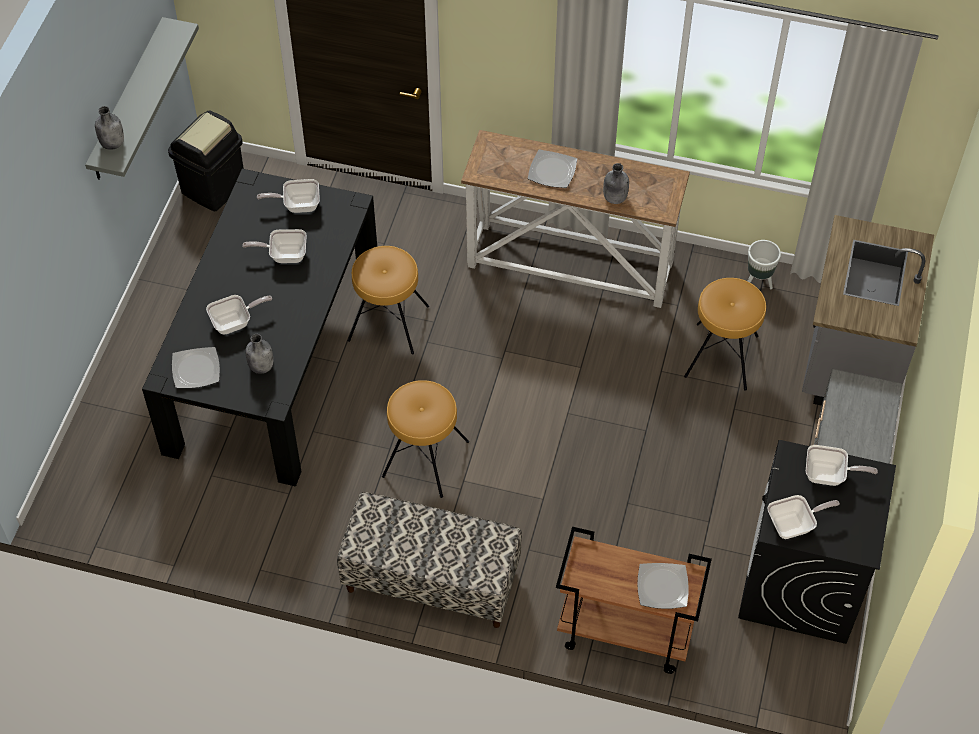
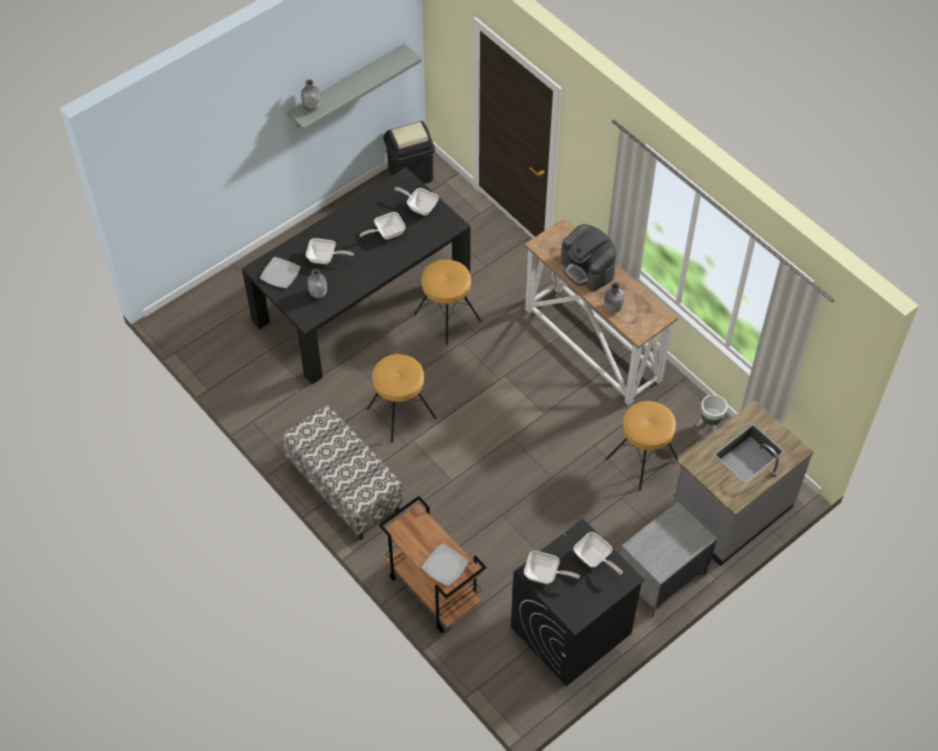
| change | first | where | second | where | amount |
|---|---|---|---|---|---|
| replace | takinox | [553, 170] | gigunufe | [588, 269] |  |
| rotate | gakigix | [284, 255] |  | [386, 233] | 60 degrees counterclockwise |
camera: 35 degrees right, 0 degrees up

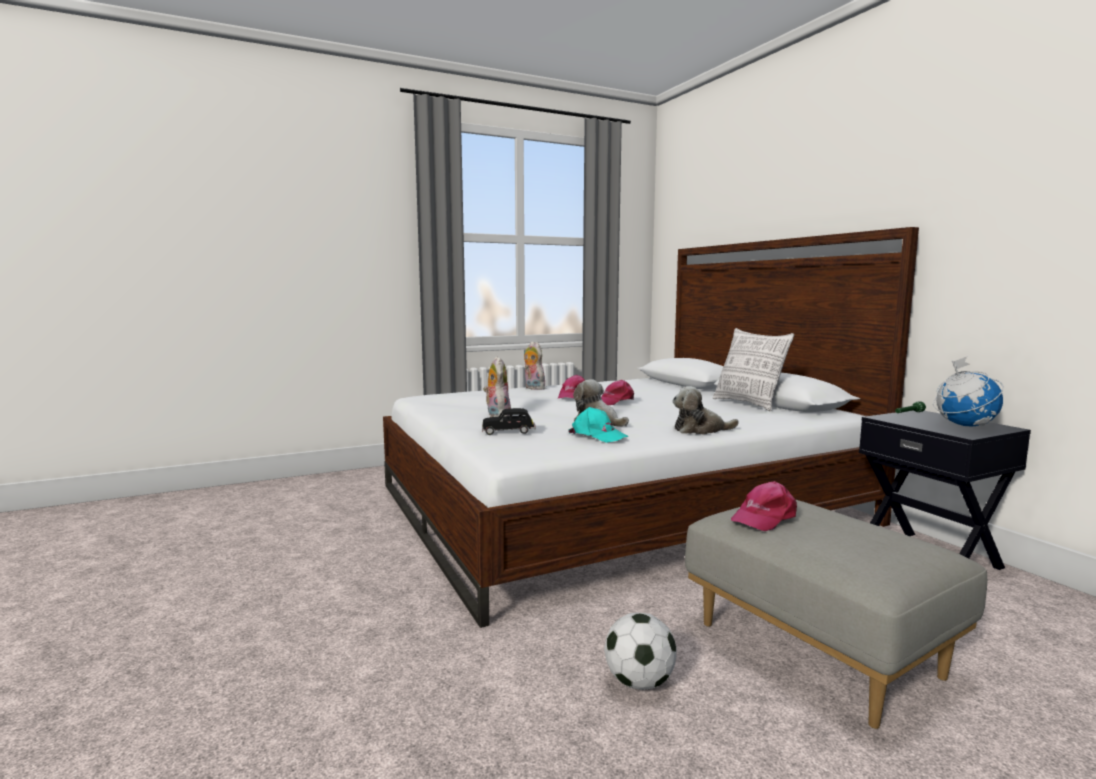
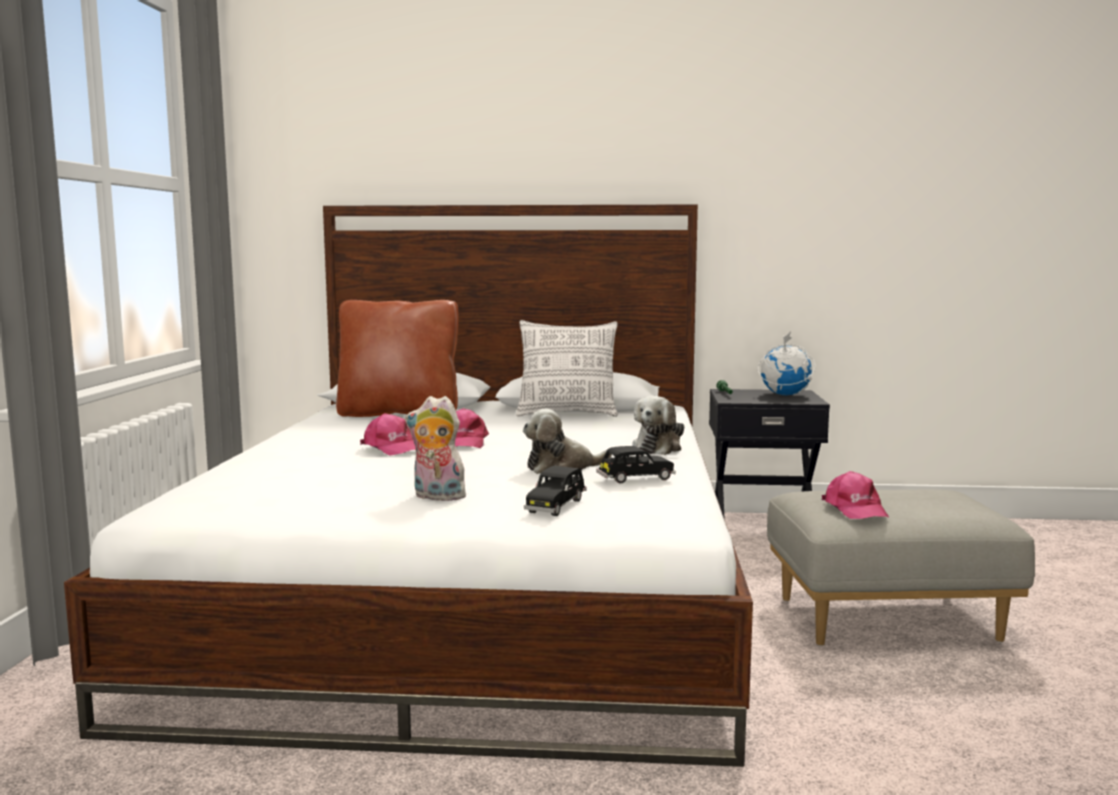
| change | first | where | second | where | amount |
|---|---|---|---|---|---|
| delete | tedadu | [533, 388] |  |  |  |
| replace | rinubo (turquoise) | [597, 436] | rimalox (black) | [635, 479] |  |
| delete | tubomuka | [639, 682] |  |  |  |
| insert |  |  | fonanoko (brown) | [399, 413] |  |
camera: 60 degrees left, 0 degrees up

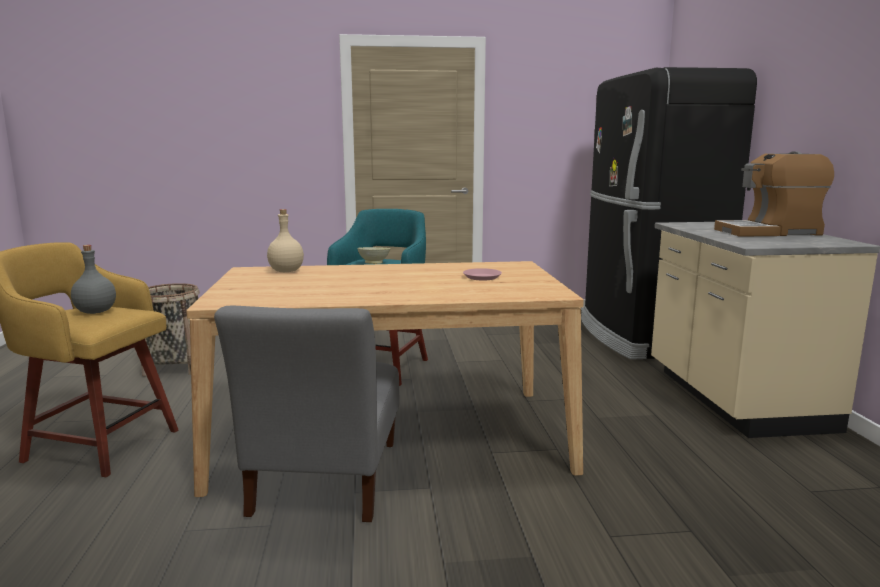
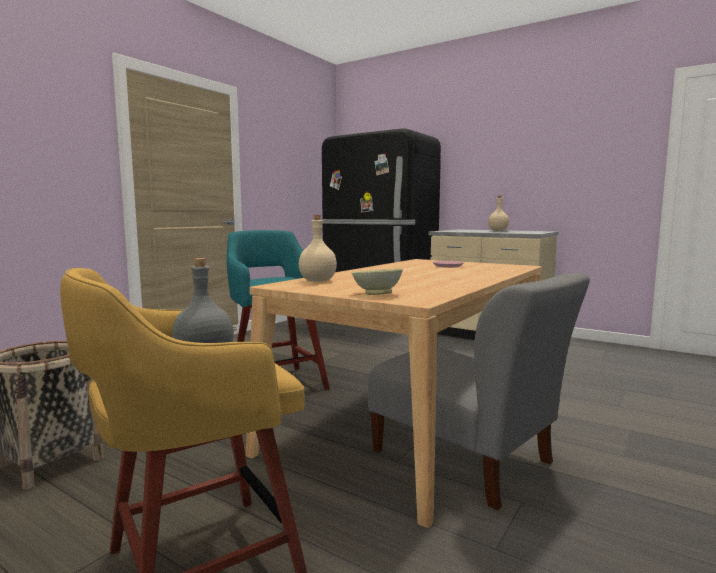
| change | first | where | second | where | amount |
|---|---|---|---|---|---|
| replace | gigunufe | [769, 232] | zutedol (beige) | [498, 230] |  |
| move | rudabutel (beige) | [374, 263] |  | [377, 294] |  |
camera: 50 degrees left, 5 degrees down

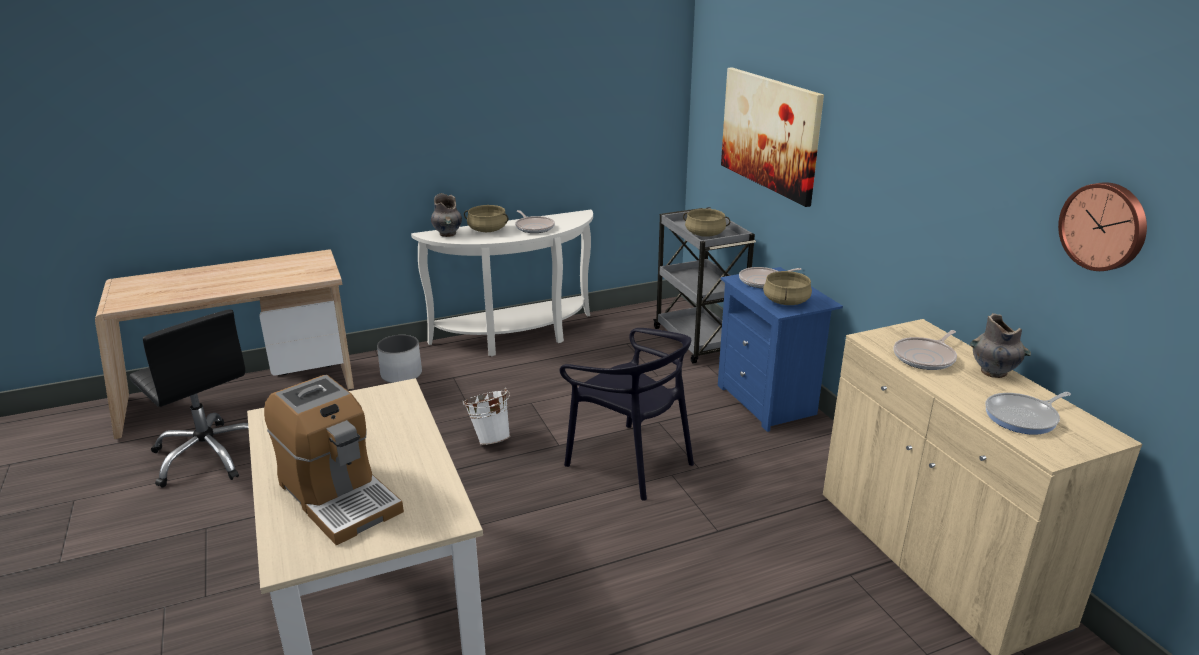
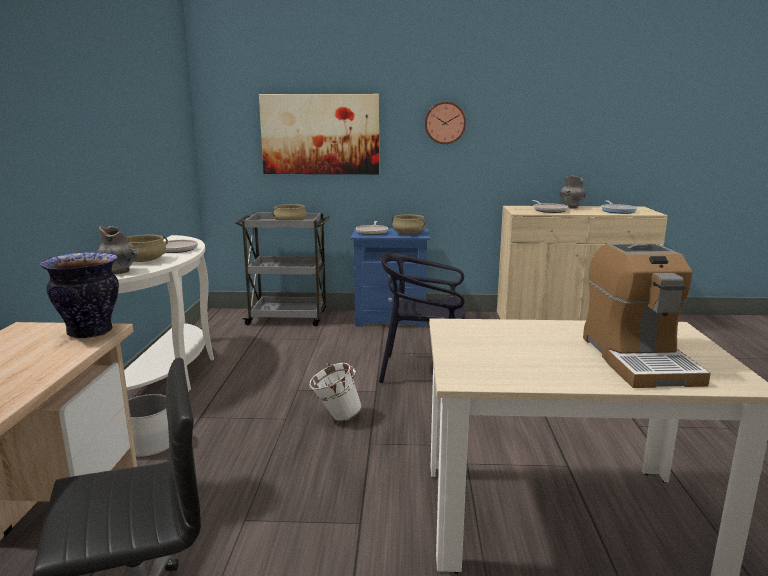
| change | first | where | second | where | amount |
|---|---|---|---|---|---|
| move | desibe | [1104, 226] |  | [445, 123] |  |
| rotate | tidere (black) | [630, 462] |  | [423, 371] | 150 degrees counterclockwise |
| rotate | gigunufe | [338, 497] |  | [637, 359] | 105 degrees clockwise |
| insert |  |  | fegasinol | [91, 332] |  |
camera: 65 degrees left, 10 degrees down

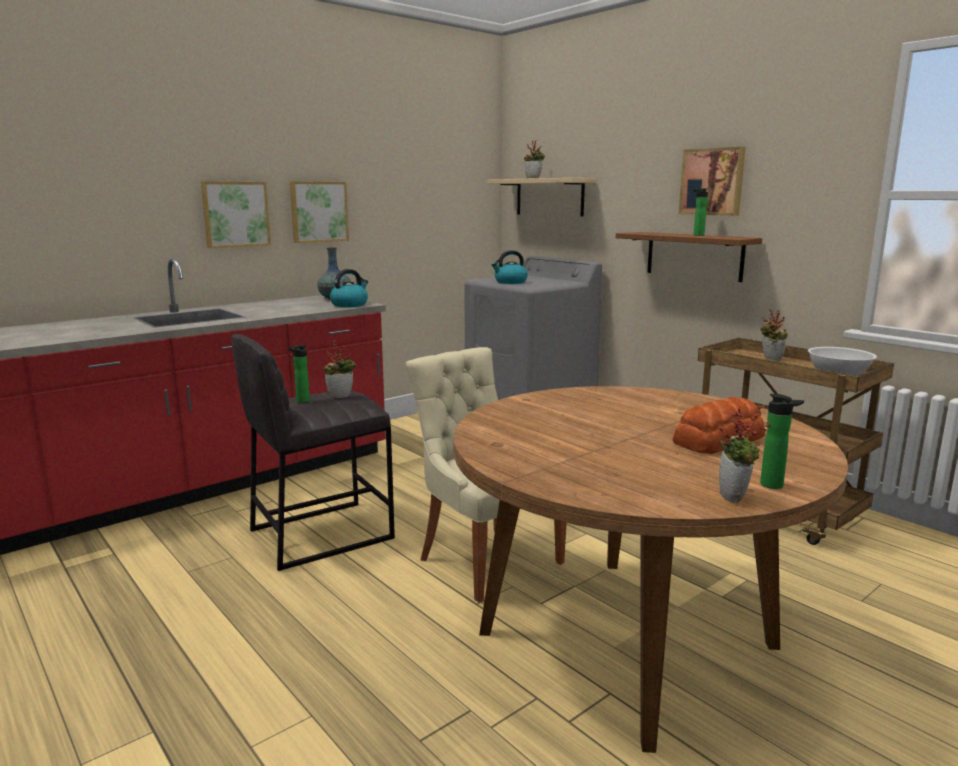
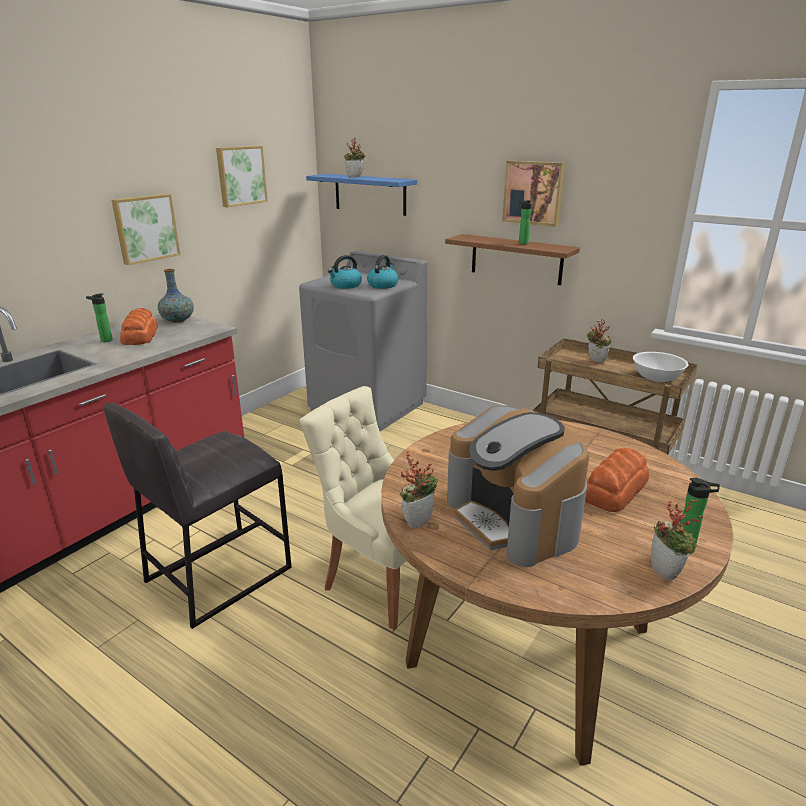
| change | first | where | second | where | amount |
|---|---|---|---|---|---|
| recolor | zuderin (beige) | [549, 197] | zuderin (blue) | [370, 194] |  |
| move | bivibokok | [235, 214] |  | [240, 175] |  |
| move | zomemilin | [349, 304] |  | [383, 285] |  |
| move | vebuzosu | [341, 396] |  | [417, 520] |  |
| move | zutedol | [300, 401] |  | [104, 341] |  |
| insert |  |  | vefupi | [139, 336] |  |
| insert |  |  | gigunufe | [514, 518] |  |
camera: 15 degrees left, 10 degrees up

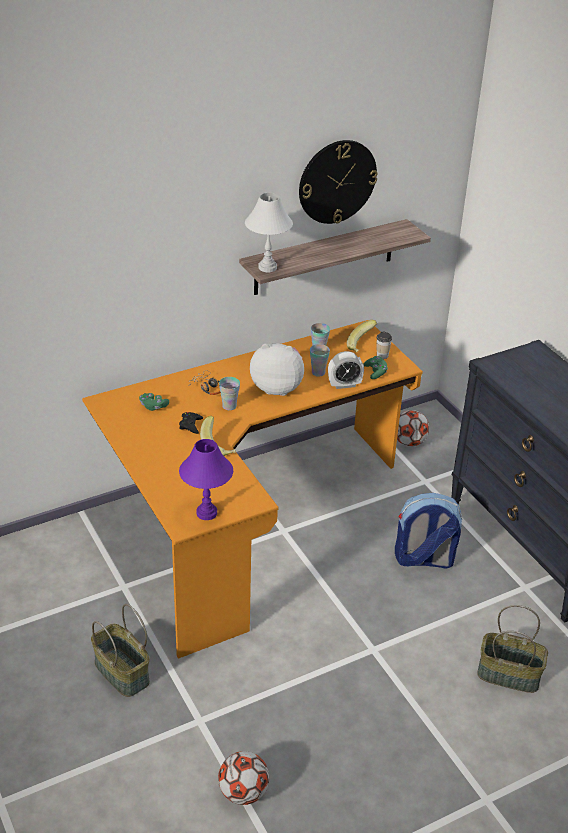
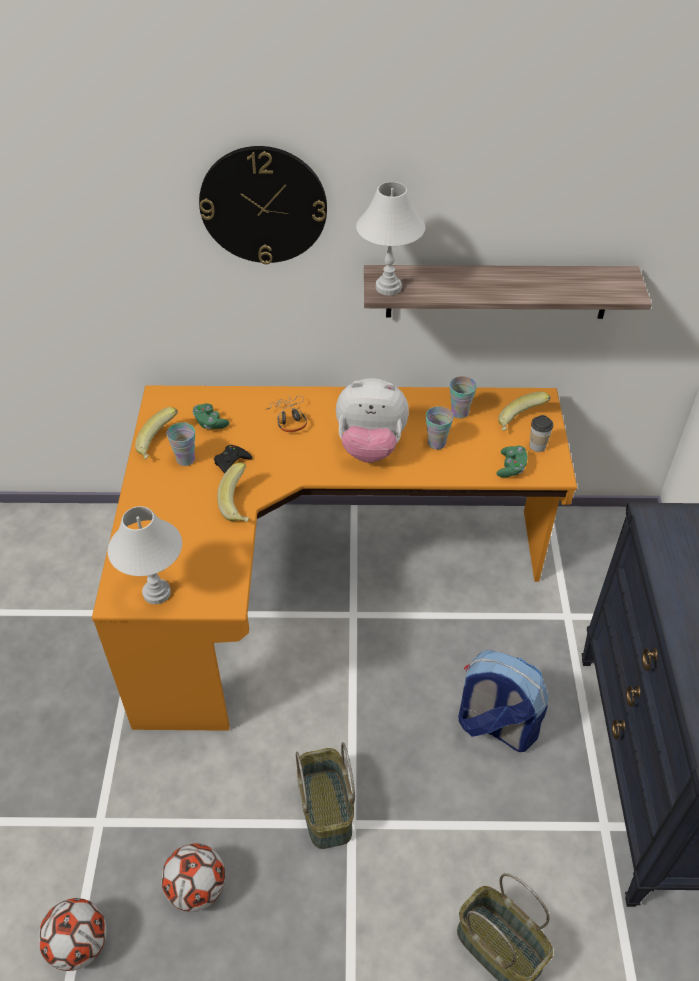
| change | first | where | second | where | amount |
|---|---|---|---|---|---|
| move | desibe | [337, 181] |  | [263, 205] |  |
| rotate | tedadu | [277, 387] |  | [370, 447] | 150 degrees clockwise |
| delete | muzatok | [344, 385] |  |  |  |
| move | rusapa | [229, 406] |  | [185, 459] |  |
| move | tubomuka | [409, 442] |  | [197, 888] |  |
| recolor | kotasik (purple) | [206, 513] | kotasik (white) | [156, 592] |  |
| move | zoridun | [121, 672] |  | [324, 808] |  |
| insert |  |  | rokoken | [159, 444] |  |
camera: 30 degrees right, 10 degrees up

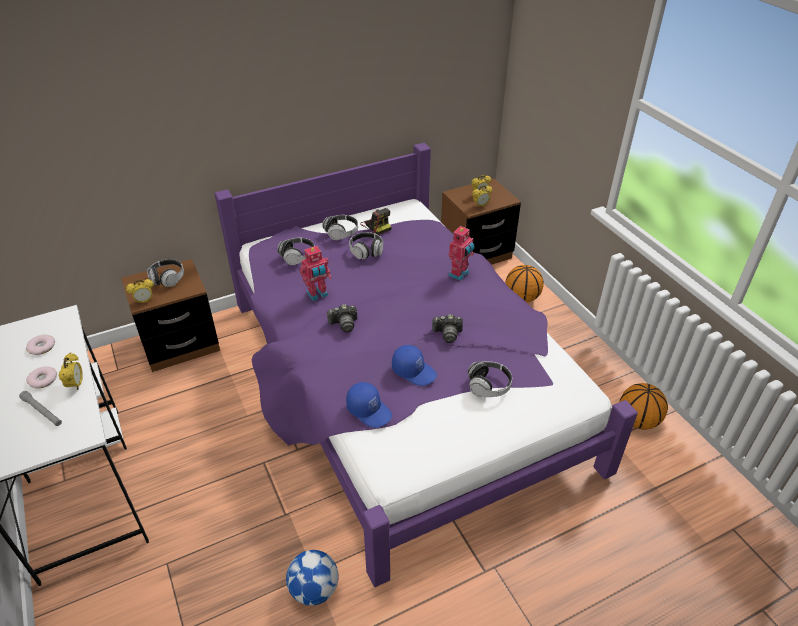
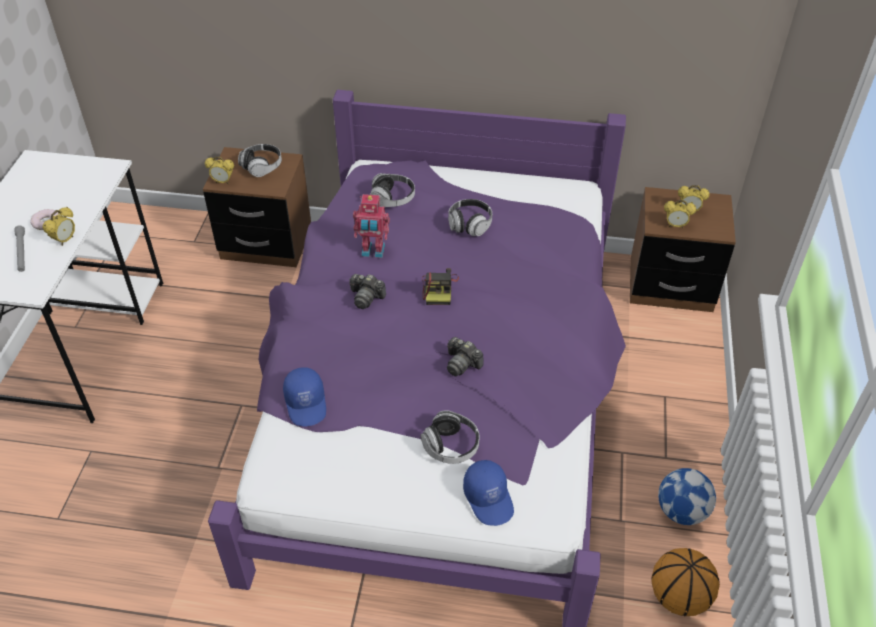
| change | first | where | second | where | amount |
|---|---|---|---|---|---|
| move | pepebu | [376, 225] |  | [439, 289] |  |
| delete | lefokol | [341, 233] |  |  |  |
| delete | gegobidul | [459, 274] |  |  |  |
| delete | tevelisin | [522, 297] |  |  |  |
| delete | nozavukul | [41, 347] |  |  |  |
| move | rinubo (blue) | [414, 371] |  | [489, 498] |  |
| move | tubomuka | [314, 589] |  | [681, 511] |  |
camera: 35 degrees right, 5 degrees up

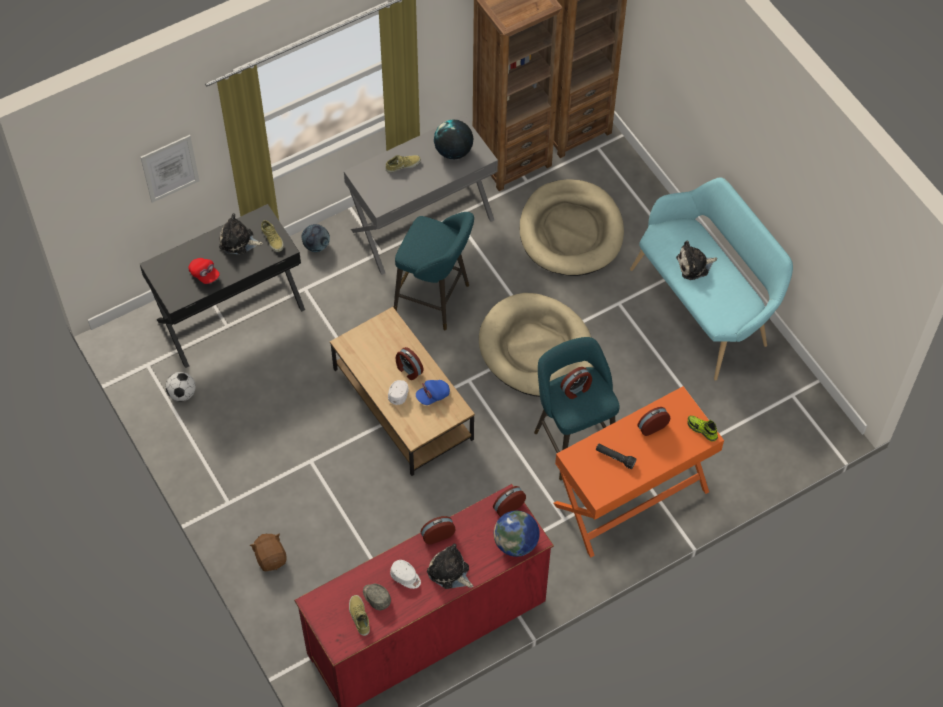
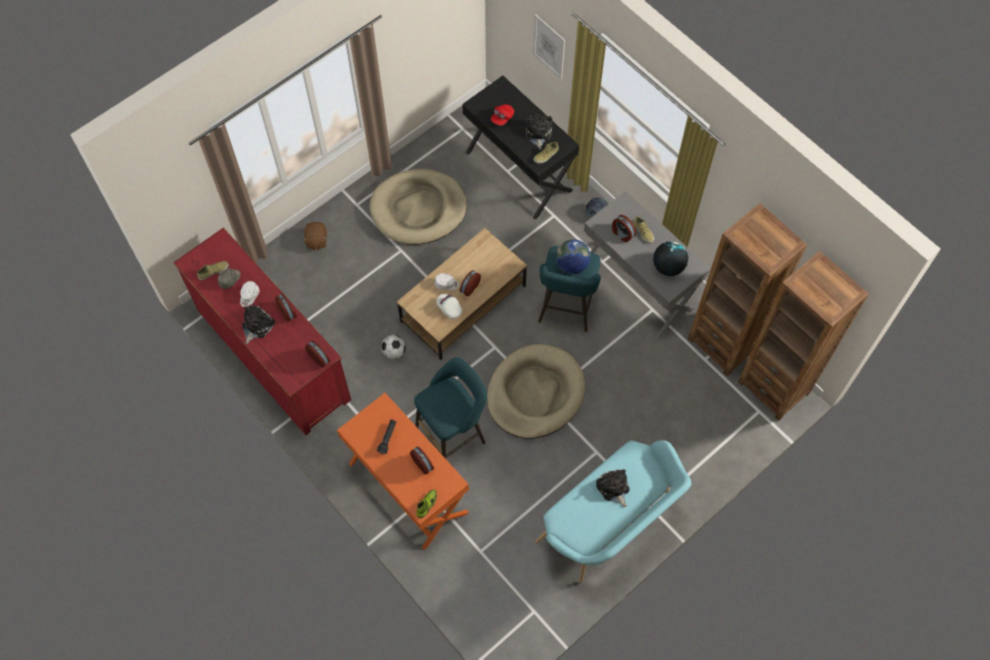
| change | first | where | second | where | amount |
|---|---|---|---|---|---|
| move | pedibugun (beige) | [571, 231] |  | [418, 209] |  |
| move | muzatok | [576, 389] |  | [622, 234] |  |
| move | tubomuka | [182, 394] |  | [394, 352] |  |
| recolor | rinubo (blue) | [432, 395] | rinubo (white) | [449, 308] |  |
| move | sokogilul | [516, 543] |  | [572, 265] |  |
| rotate | tedadu (brown) | [270, 557] |  | [316, 241] | 120 degrees clockwise |
camera: 80 degrees right, 5 degrees up

